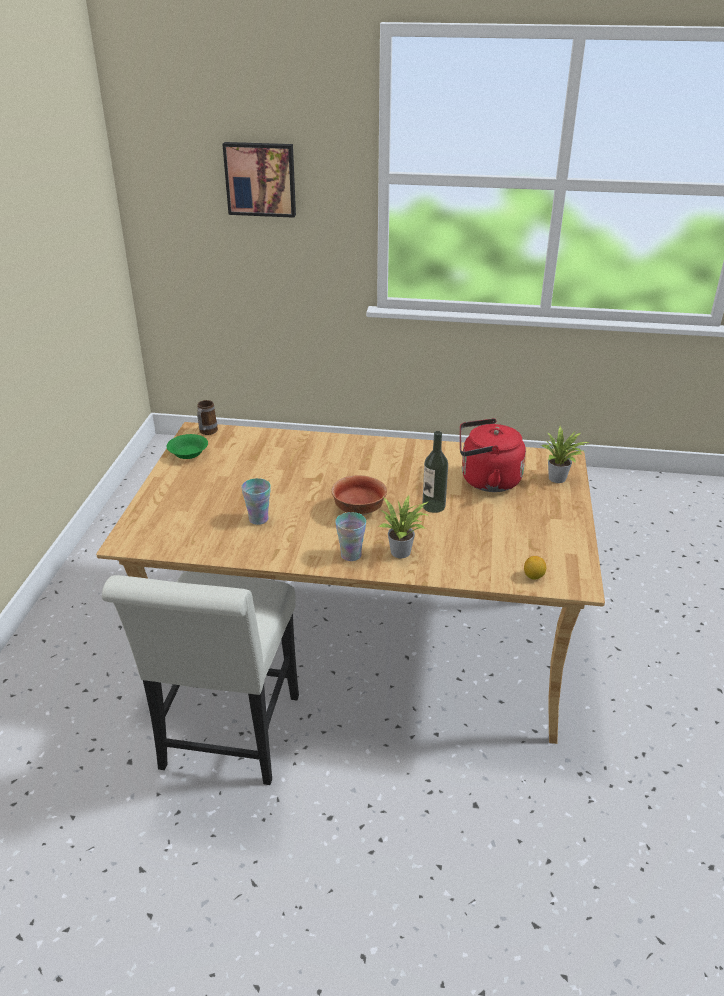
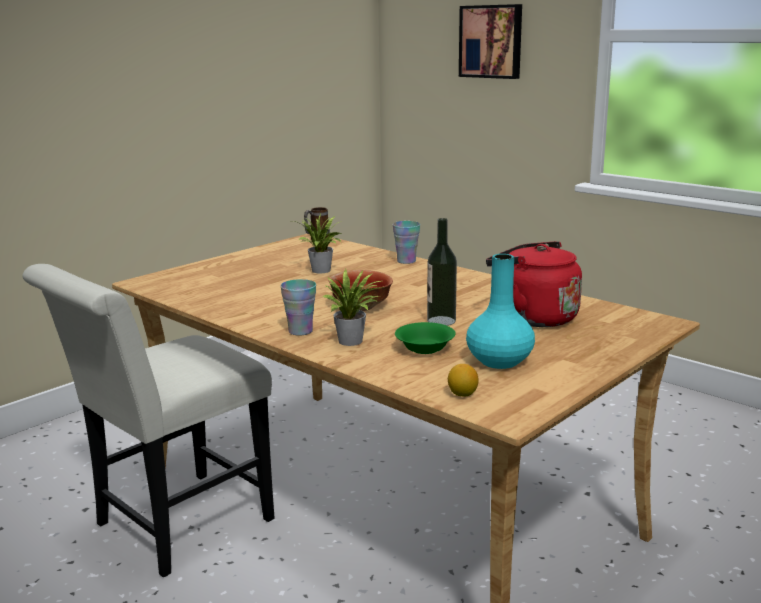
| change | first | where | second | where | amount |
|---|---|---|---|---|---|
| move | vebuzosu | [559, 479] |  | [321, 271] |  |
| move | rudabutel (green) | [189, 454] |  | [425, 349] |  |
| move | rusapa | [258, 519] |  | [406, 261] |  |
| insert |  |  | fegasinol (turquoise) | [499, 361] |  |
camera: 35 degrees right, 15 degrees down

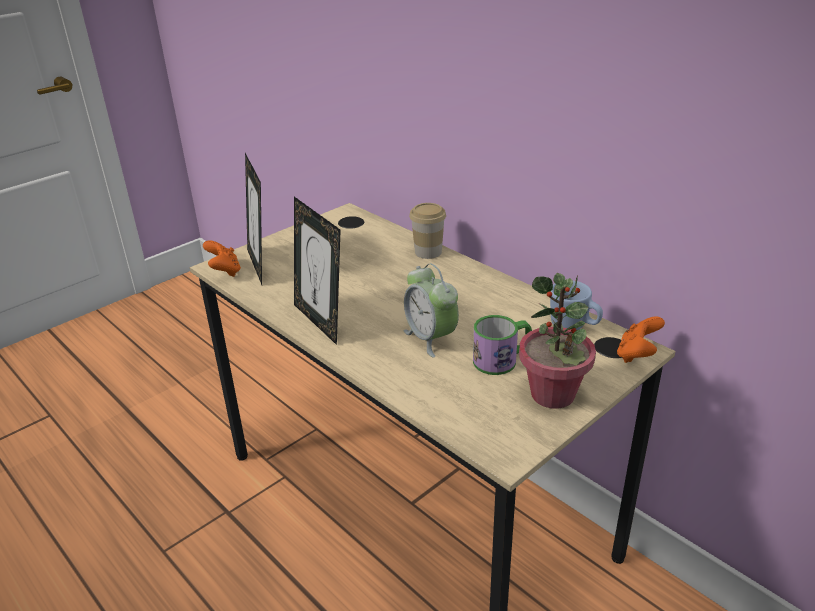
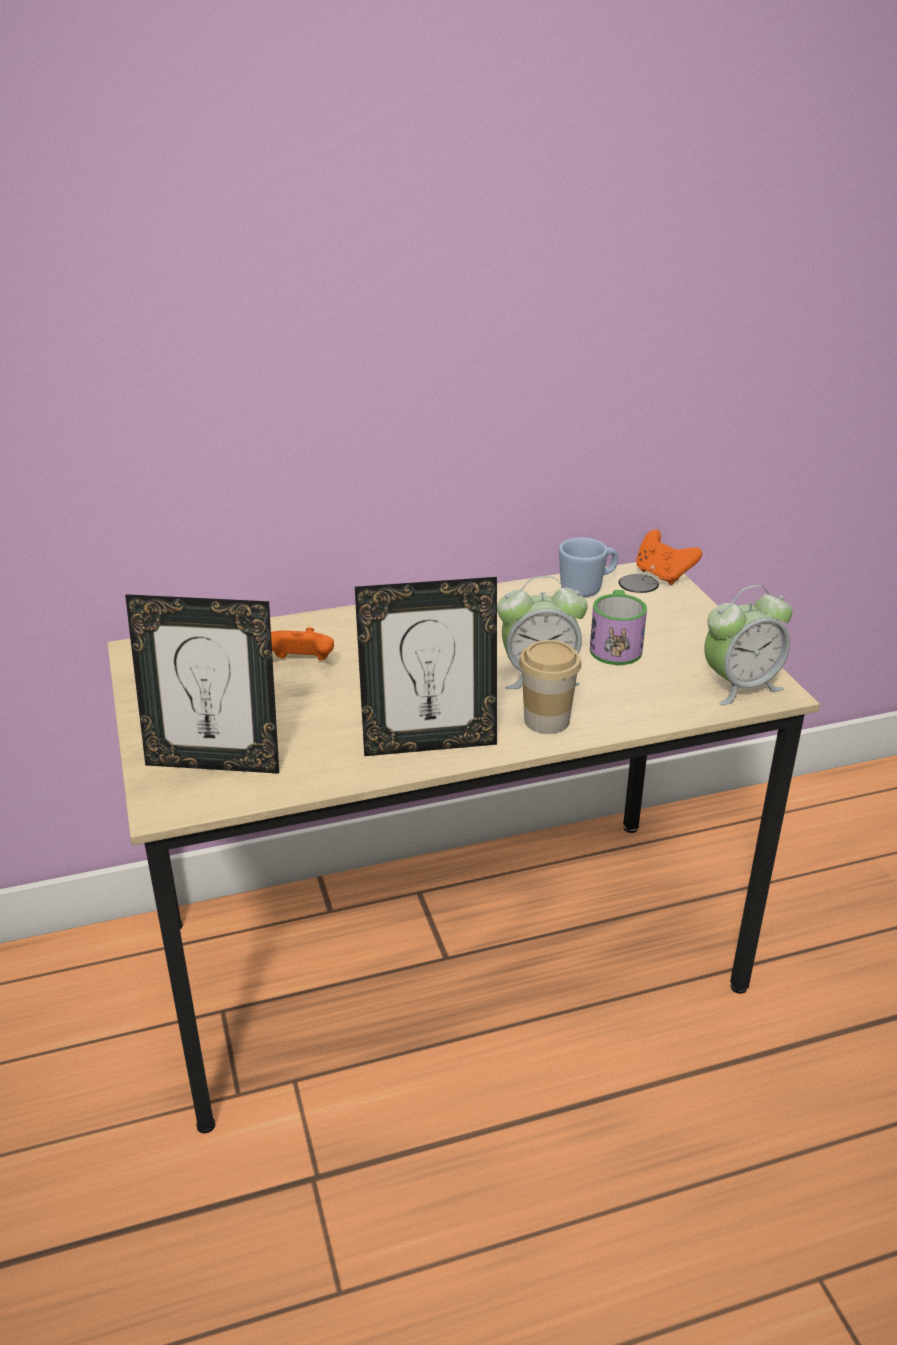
| change | first | where | second | where | amount |
|---|---|---|---|---|---|
| move | rusapa | [428, 252] |  | [546, 720] |  |
| move | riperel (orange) | [224, 271] |  | [300, 664] |  |
| delete | vebuzosu | [553, 394] |  |  |  |
| insert |  |  | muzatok | [740, 686] |  |
camera: 65 degrees left, 0 degrees up

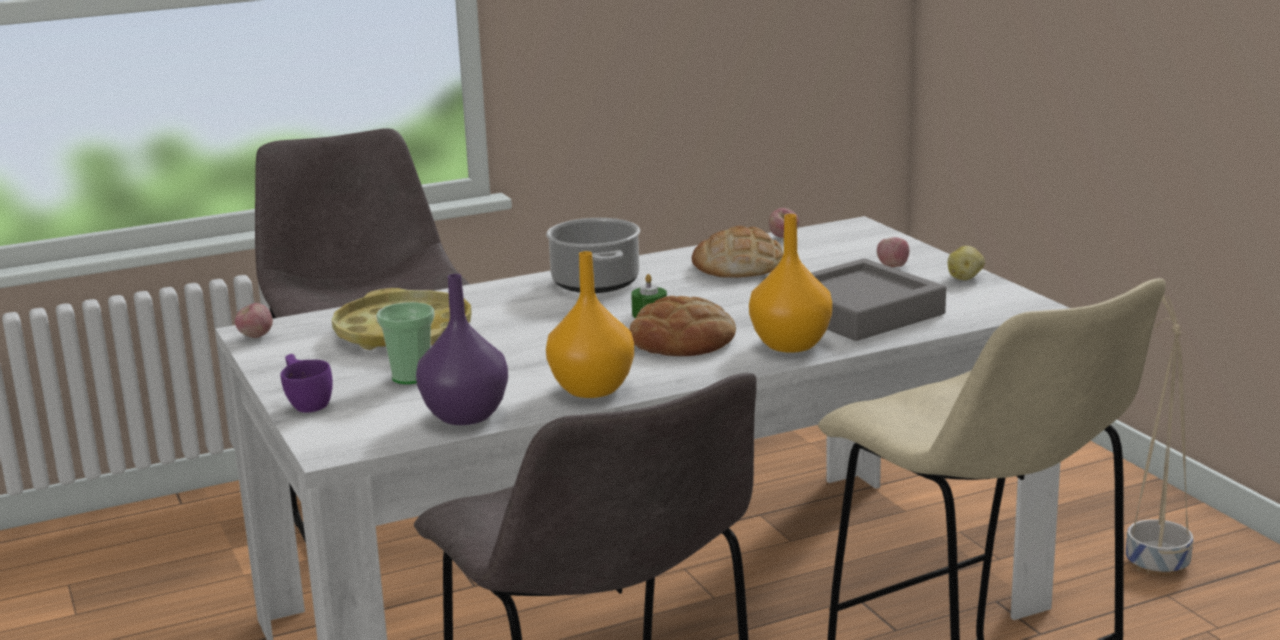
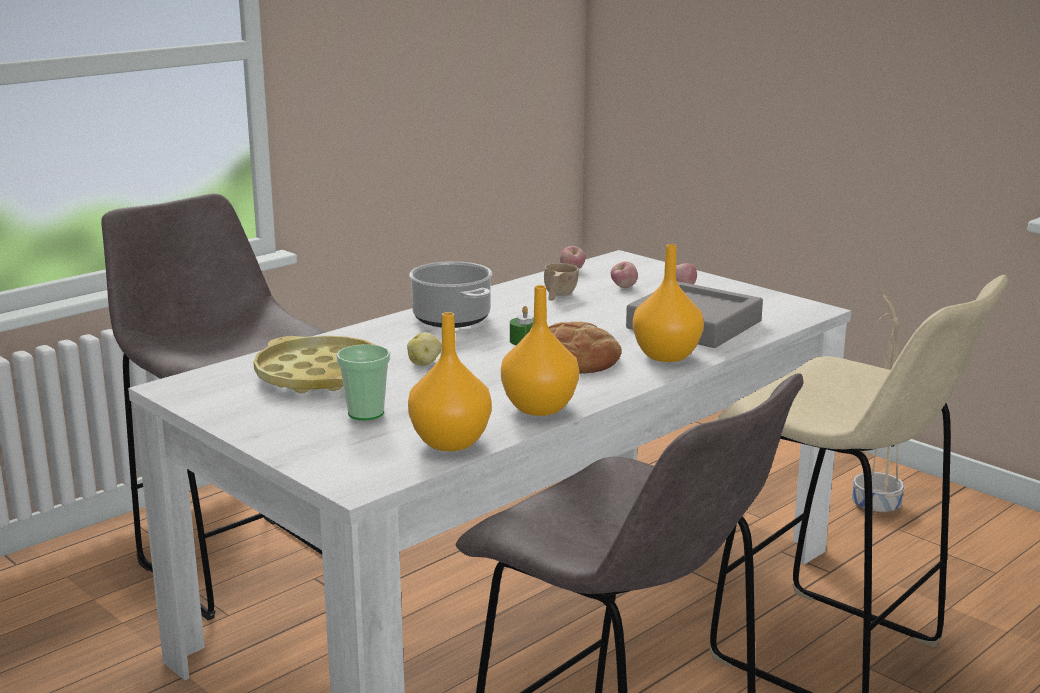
| change | first | where | second | where | amount |
|---|---|---|---|---|---|
| replace | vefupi | [737, 266] | rusapa (beige) | [558, 296] |  |
| move | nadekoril | [965, 278] |  | [425, 363] |  |
| recolor | fegasinol (purple) | [464, 415] | fegasinol (orange) | [449, 442] |  |
| move | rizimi | [255, 337] |  | [624, 287] |  |
| delete | rusapa (purple) | [307, 402] |  |  |  |
camera: 20 degrees left, 0 degrees up

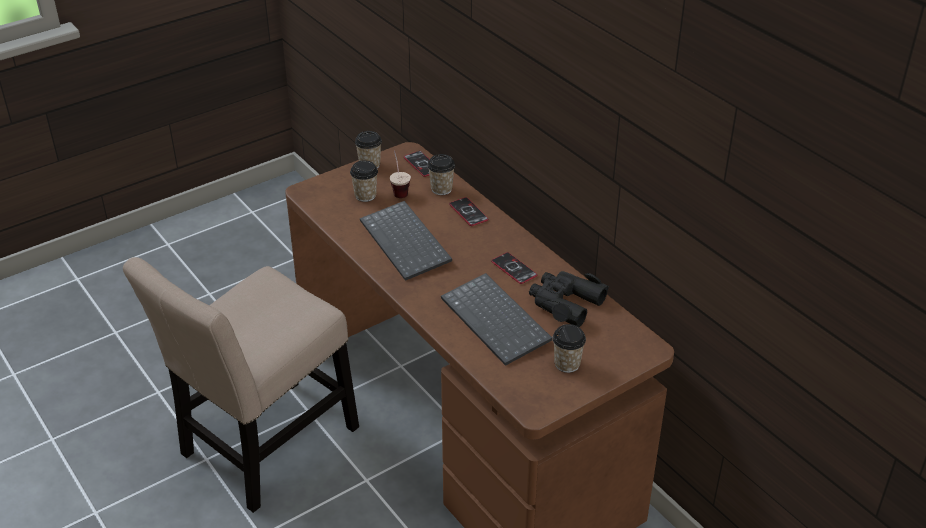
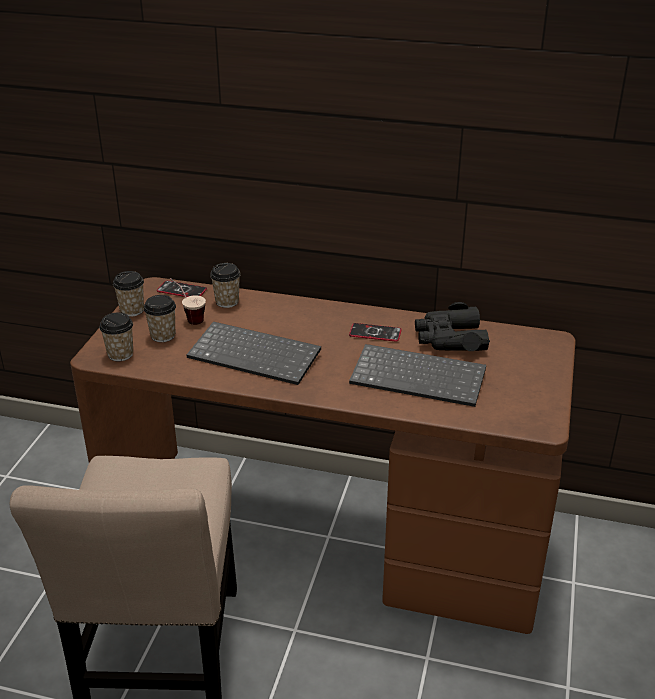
| change | first | where | second | where | amount |
|---|---|---|---|---|---|
| delete | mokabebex | [468, 212] |  |  |  |
| move | rusapa | [567, 364] |  | [120, 354] |  |
camera: 40 degrees left, 5 degrees down

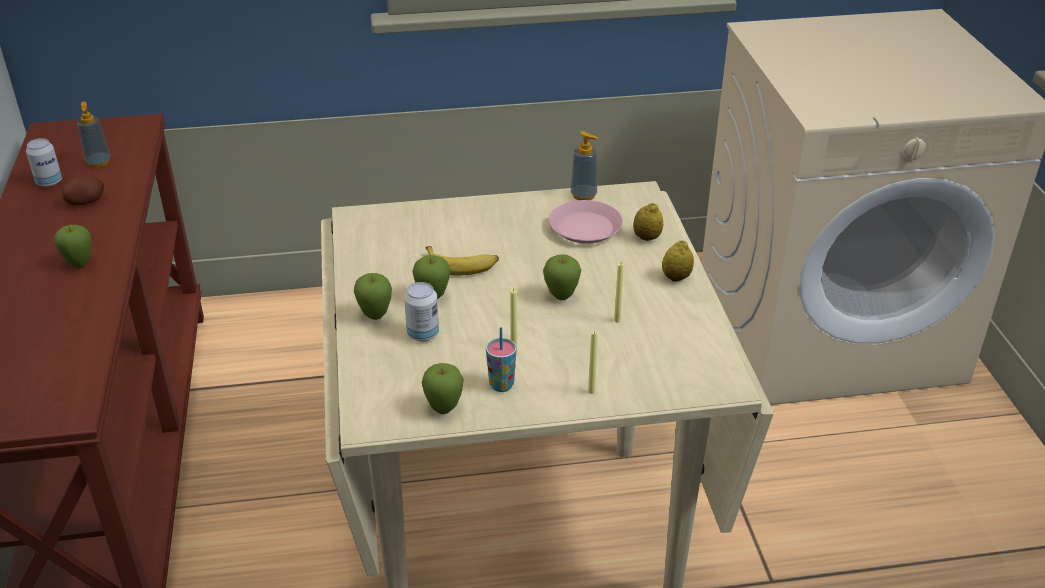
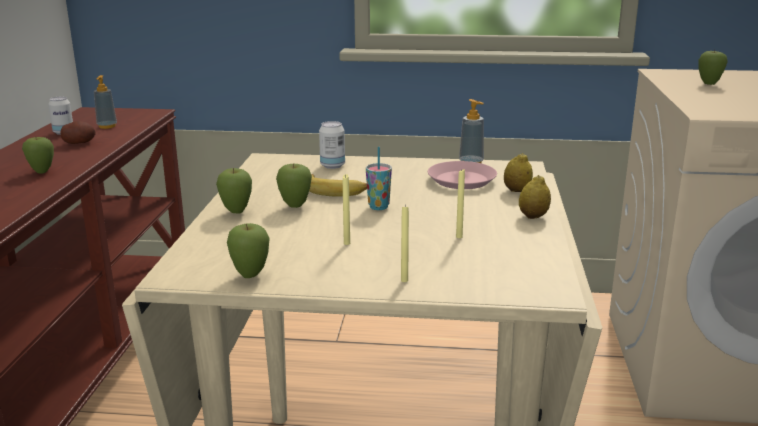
| change | first | where | second | where | amount |
|---|---|---|---|---|---|
| move | rizimi | [561, 297] |  | [709, 84] |  |
| move | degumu | [423, 334] |  | [332, 166] |  |
| move | rusapa | [501, 385] |  | [378, 207] |  |
camera: 15 degrees right, 15 degrees down

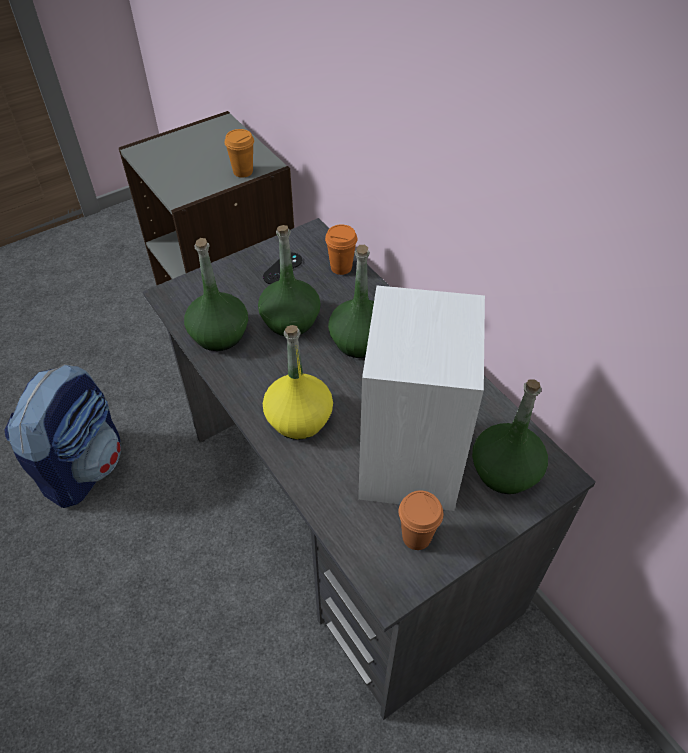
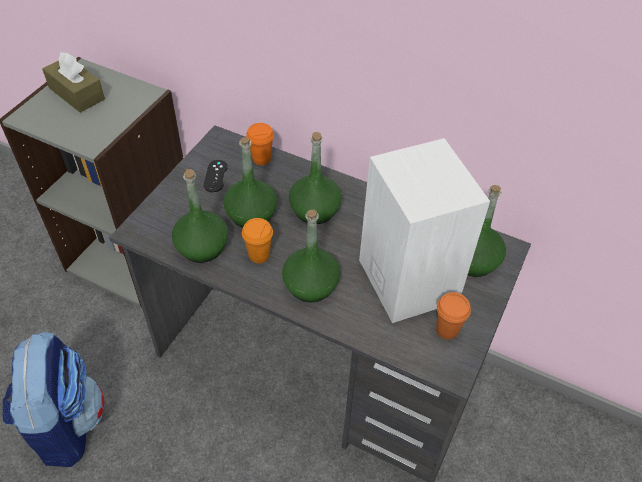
| change | first | where | second | where | amount |
|---|---|---|---|---|---|
| move | rusapa (orange) | [243, 172] |  | [259, 255] |  |
| recolor | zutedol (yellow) | [298, 419] | zutedol (green) | [310, 285] |  |
| insert |  |  | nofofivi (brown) | [76, 93] |  |
camera: 30 degrees left, 0 degrees up

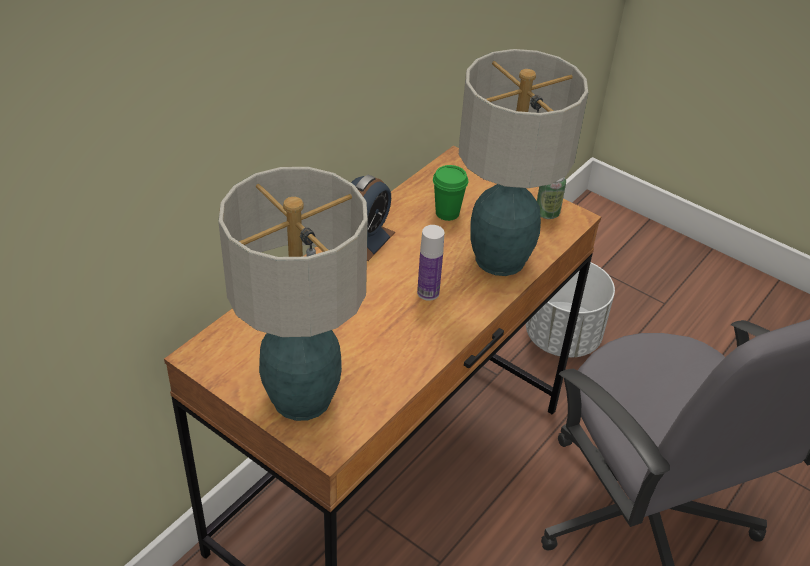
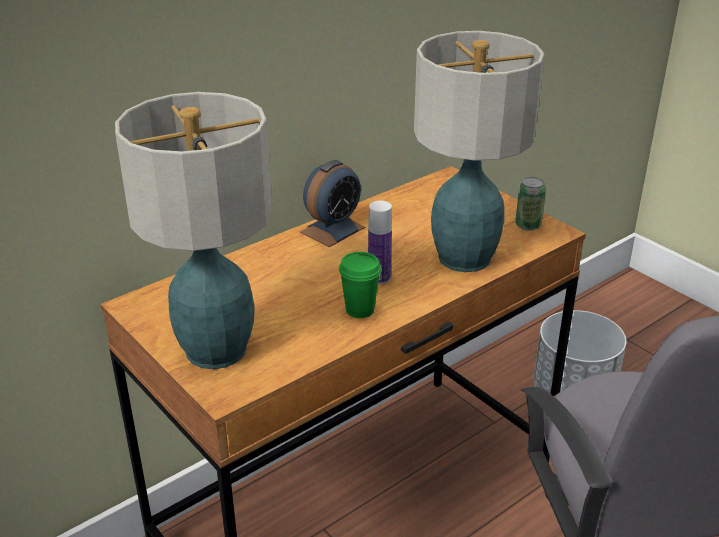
| change | first | where | second | where | amount |
|---|---|---|---|---|---|
| move | rusapa (green) | [447, 213] |  | [360, 310] |  |
camera: 15 degrees right, 10 degrees down

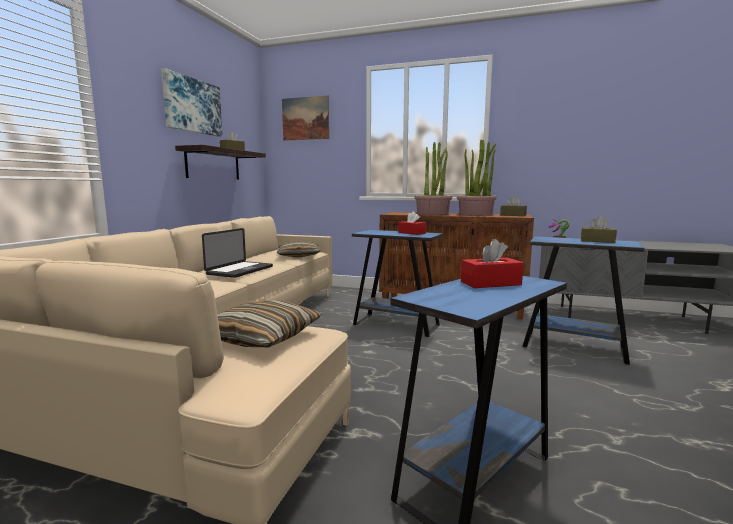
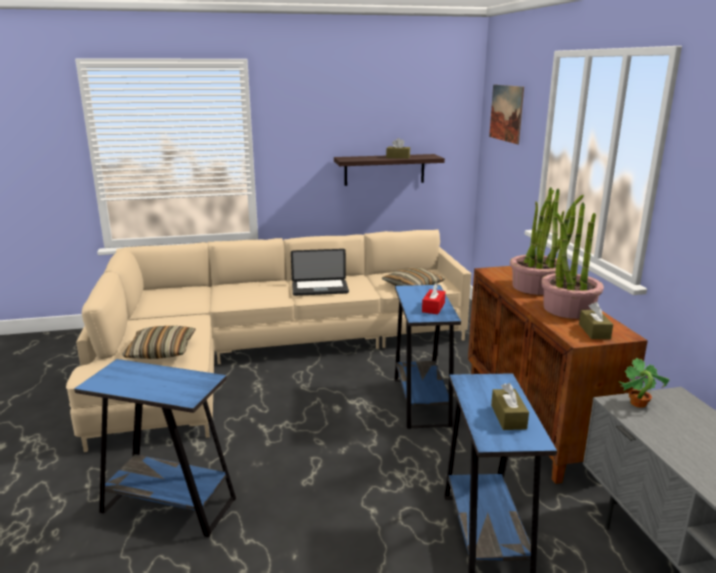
| change | first | where | second | where | amount |
|---|---|---|---|---|---|
| delete | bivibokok | [192, 106] |  |  |  |
| delete | nofofivi (red) | [490, 283] |  |  |  |
camera: 60 degrees right, 10 degrees up

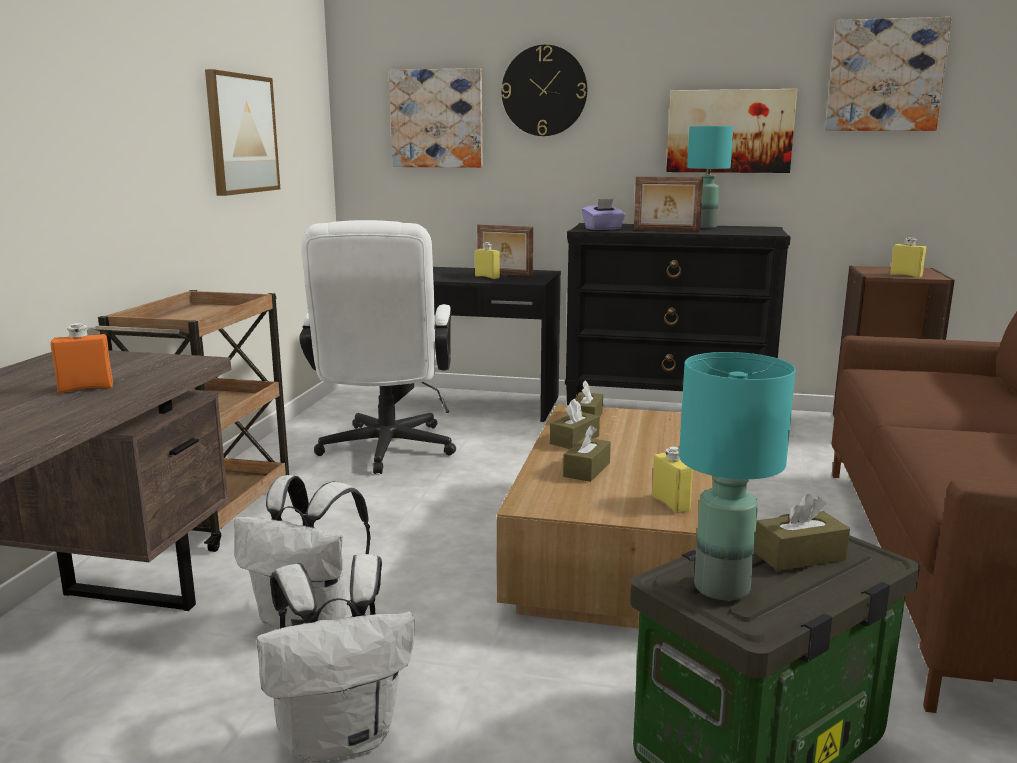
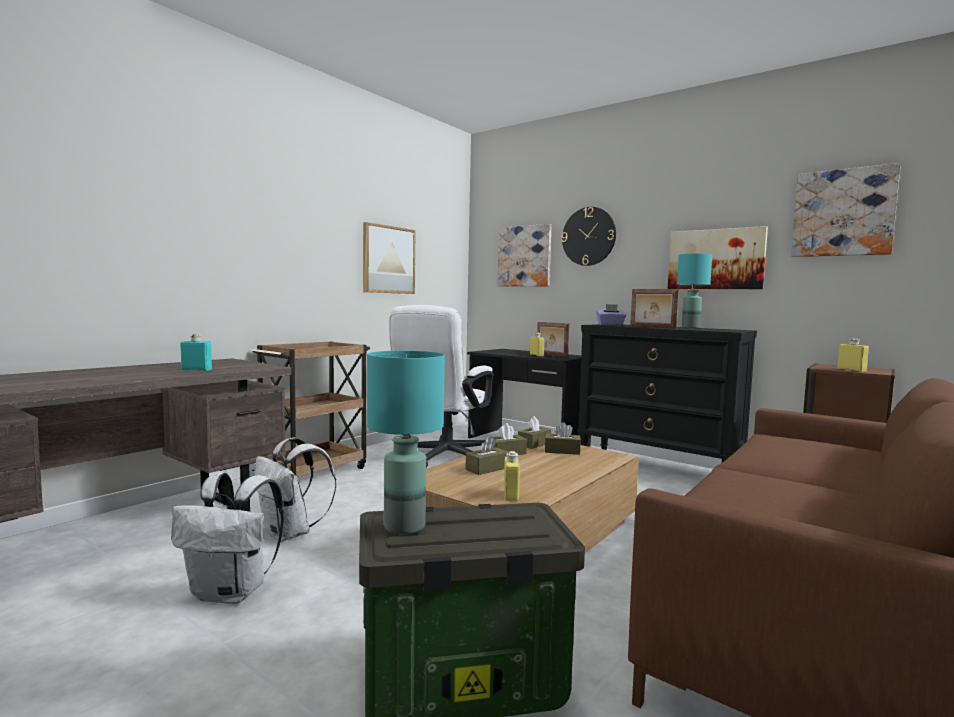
| change | first | where | second | where | amount |
|---|---|---|---|---|---|
| recolor | zutedol (orange) | [86, 388] | zutedol (turquoise) | [196, 370] |  |
| move | nofofivi (brown) | [799, 556] |  | [562, 451] |  |
camera: 25 degrees right, 10 degrees down

